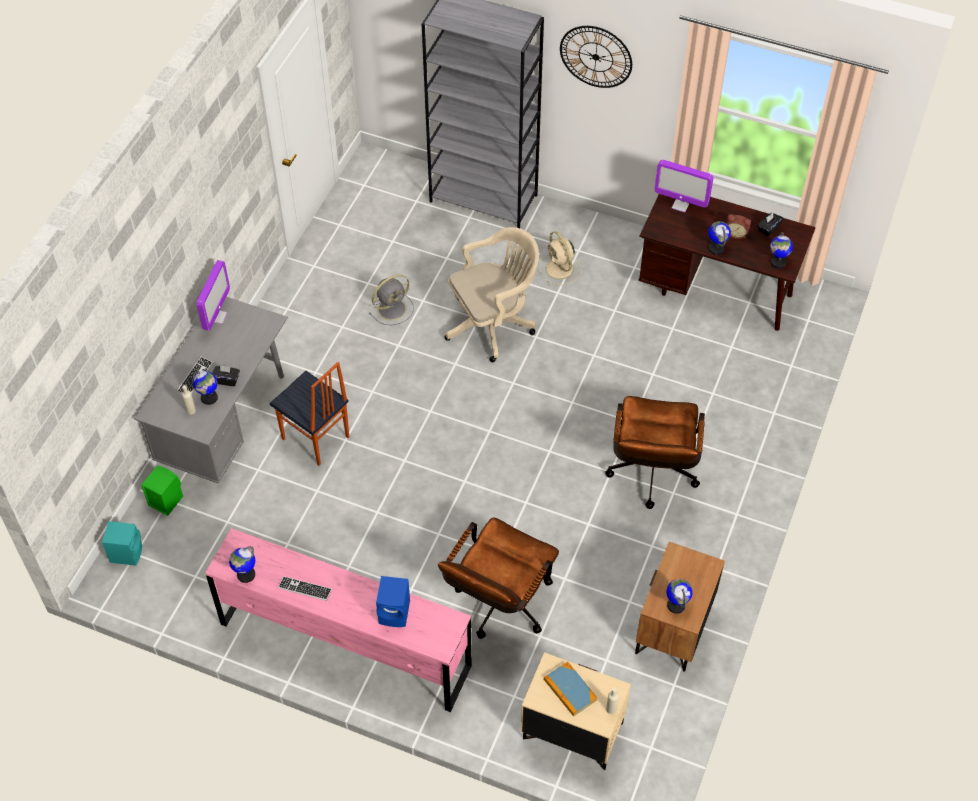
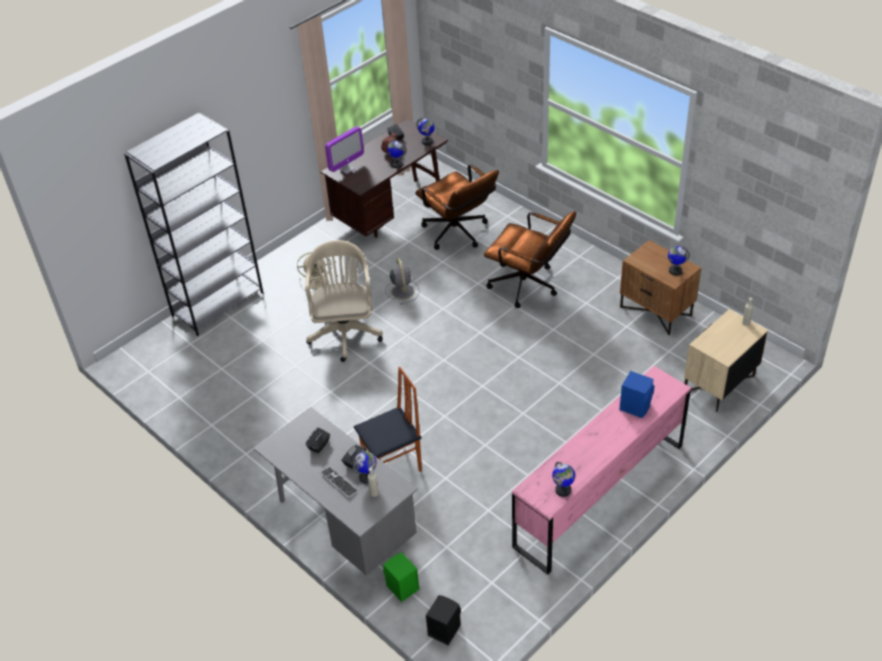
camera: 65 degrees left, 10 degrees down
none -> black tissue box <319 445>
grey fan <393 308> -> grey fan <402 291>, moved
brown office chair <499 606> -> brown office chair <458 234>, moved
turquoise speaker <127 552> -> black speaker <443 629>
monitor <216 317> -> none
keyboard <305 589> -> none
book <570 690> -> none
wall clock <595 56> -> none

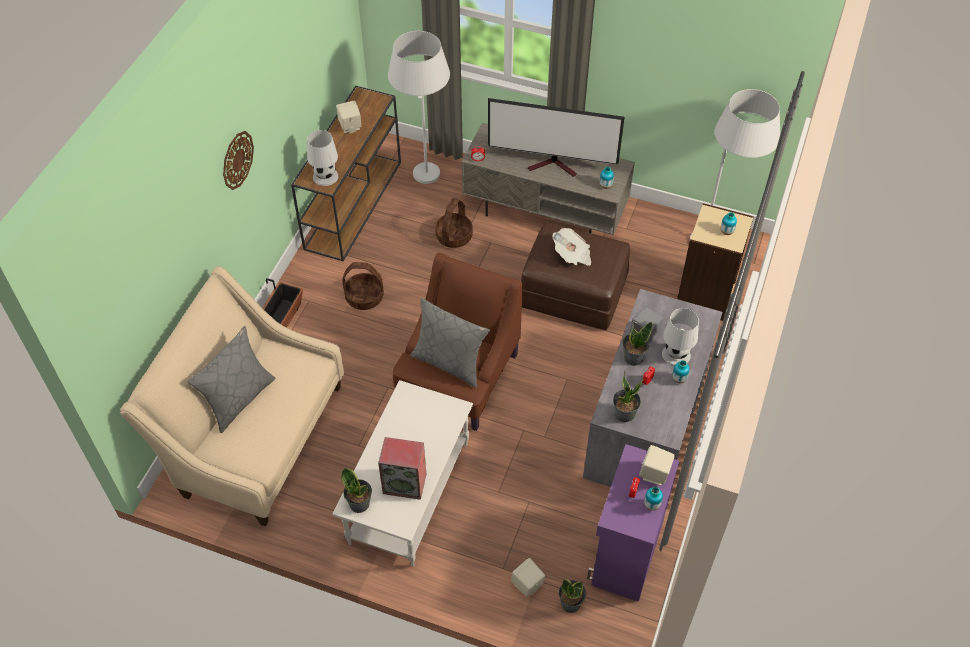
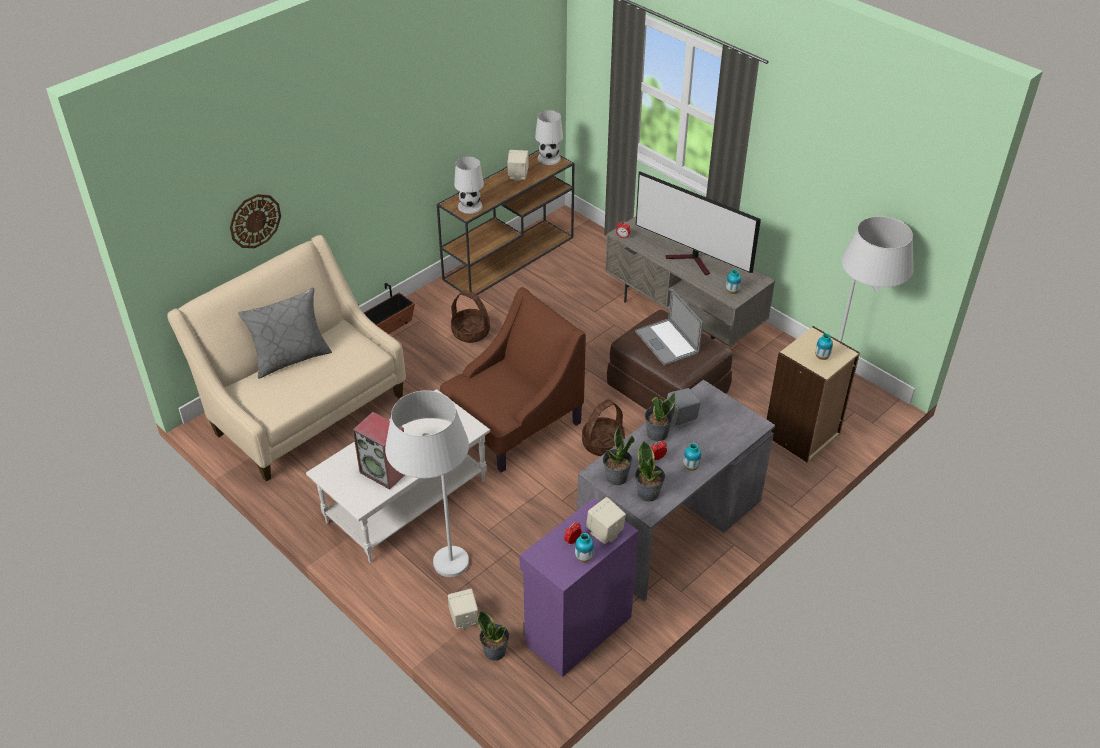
camera: 25 degrees right, 10 degrees down
wall clock <237 160> -> wall clock <255 221>, moved
white floor lamp <425 185> -> white floor lamp <441 577>, moved
white table lamp <676 354> -> white table lamp <549 158>, moved
basket <454 236> -> basket <603 443>, moved
newspaper <572 255> -> laptop <667 342>
potted plant <359 503> -> potted plant <648 493>, moved
grey pillow <449 362> -> none

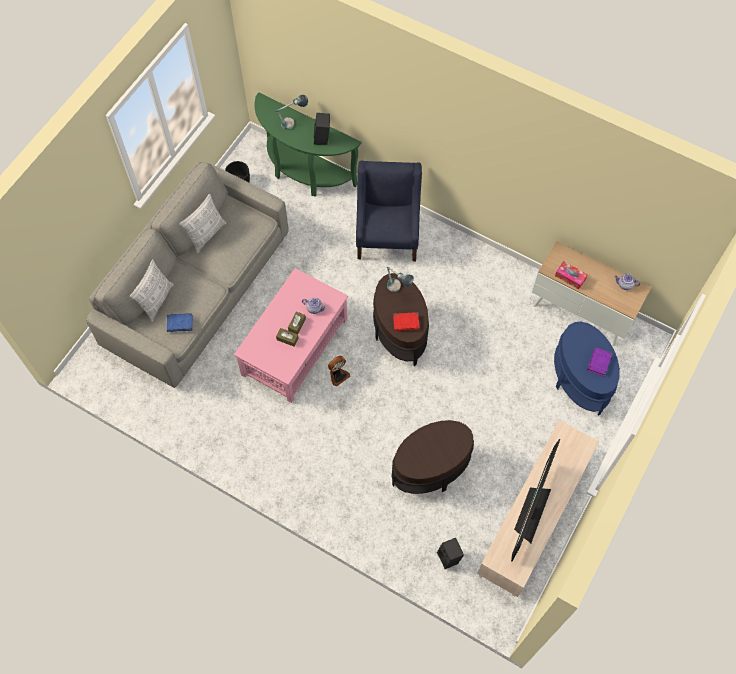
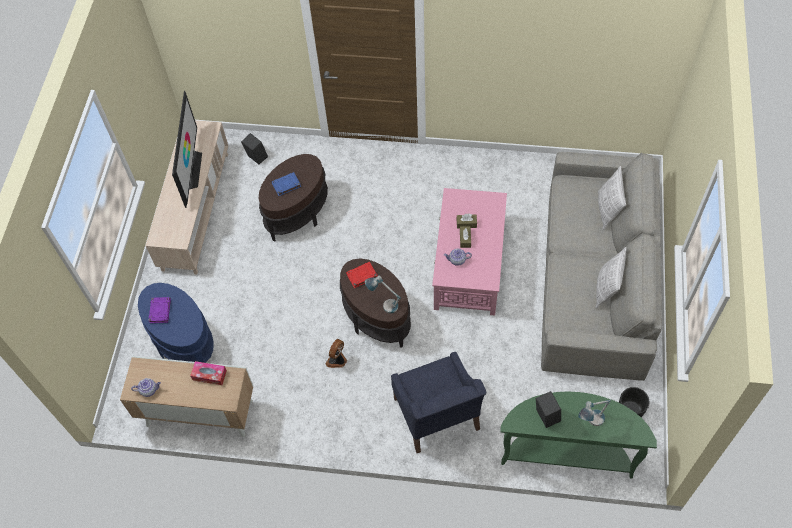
camera: 160 degrees right, 5 degrees down
blue book <180 323> -> blue book <286 185>, moved
fan <338 375> -> fan <337 360>, moved

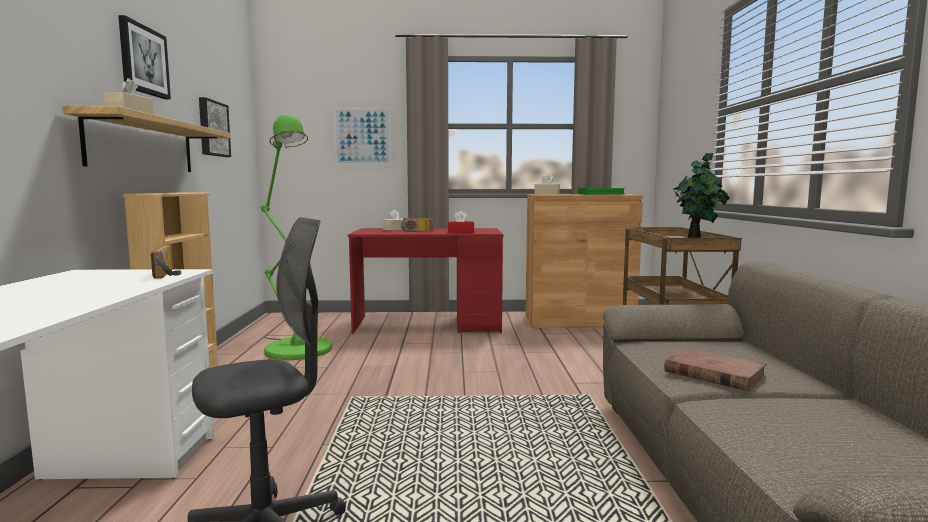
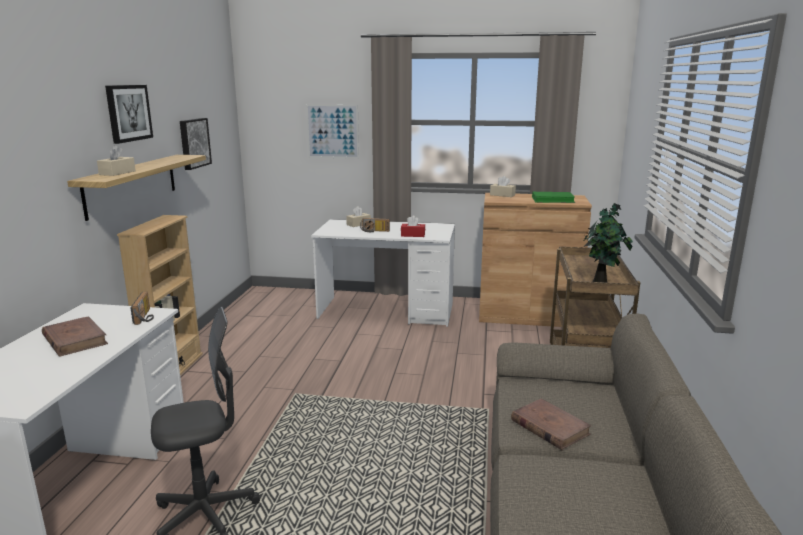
camera: 10 degrees right, 10 degrees up
none -> brown book <75 340>
red desk <428 325> -> white desk <386 311>
green floor lamp <295 347> -> none

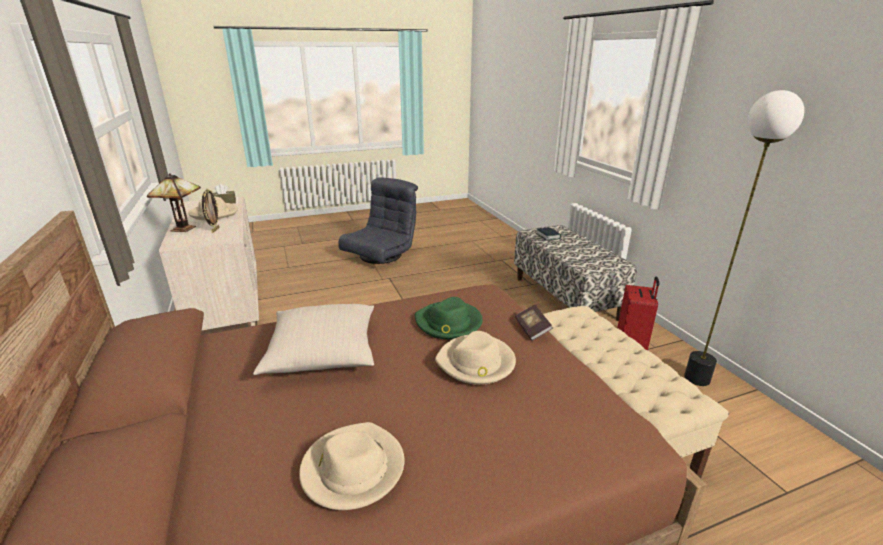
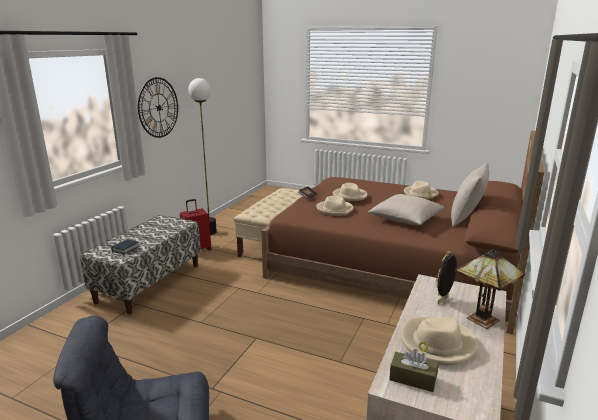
camera: 135 degrees left, 5 degrees down
none -> wall clock <158 107>
green hat <448 323> -> beige hat <335 209>
none -> beige pillow <466 219>

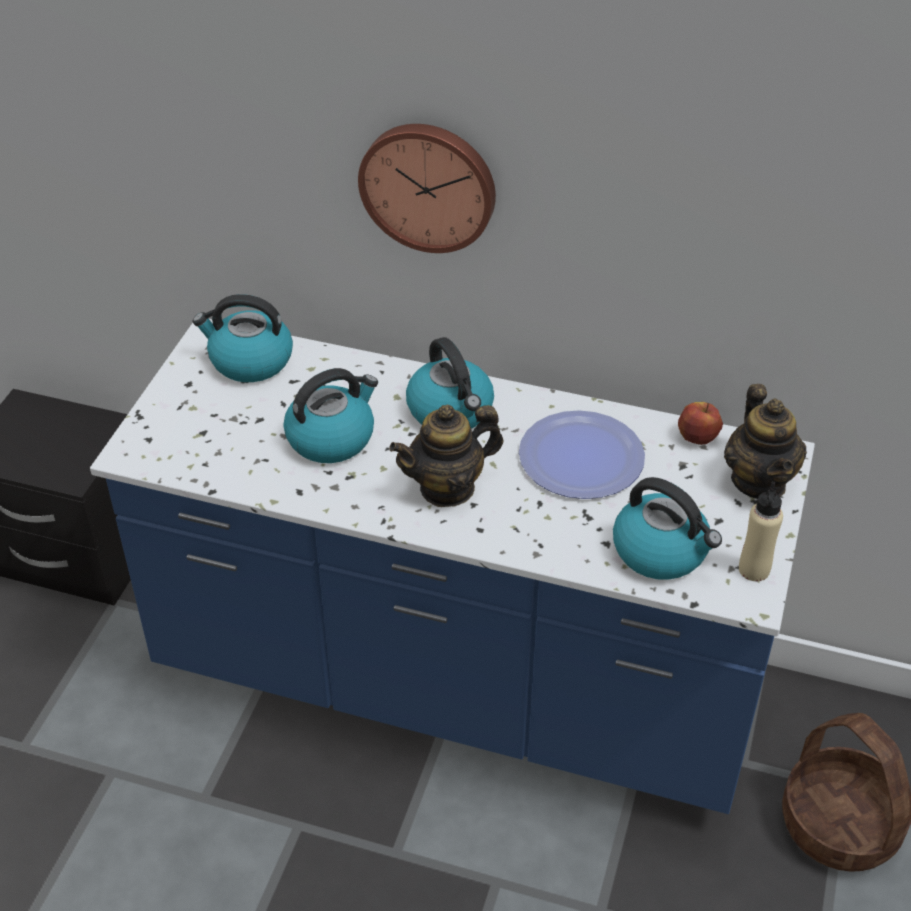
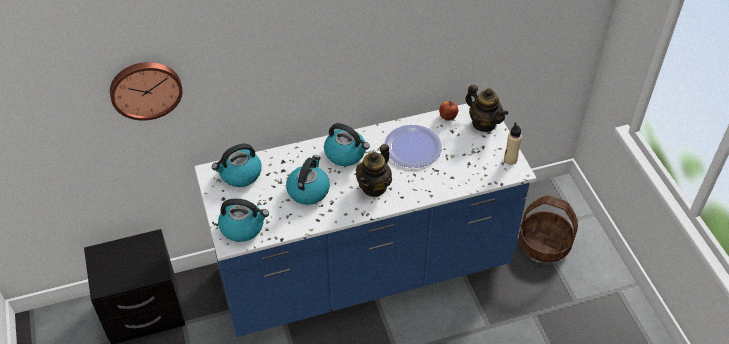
camera: 35 degrees left, 5 degrees up
wall clock <429 185> -> wall clock <145 89>, moved
kettle <661 551> -> kettle <243 227>, moved

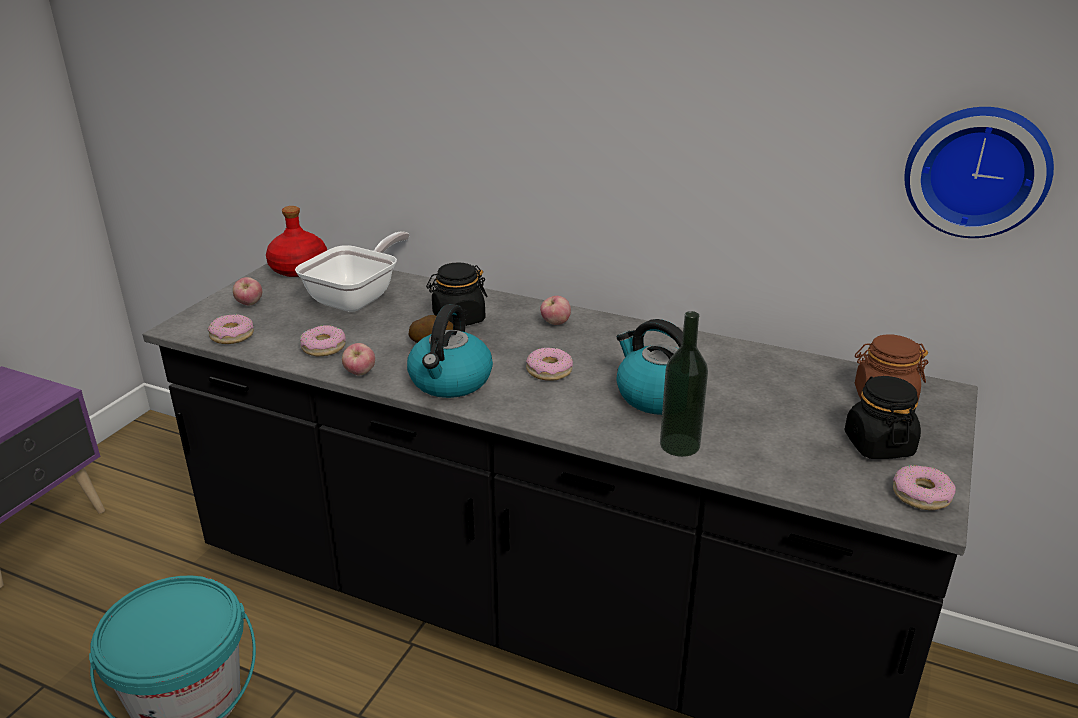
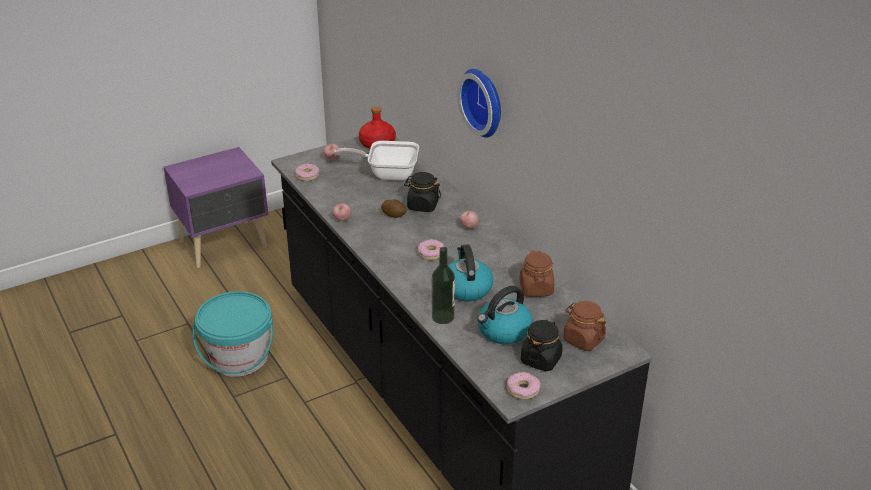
camera: 35 degrees right, 5 degrees up
frying pan <358 297> -> frying pan <387 173>, 150 degrees counterclockwise
wall clock <977 170> -> wall clock <484 101>, moved
kettle <450 381> -> kettle <503 331>, moved
none -> brown jar <536 289>
donut <323 347> -> none

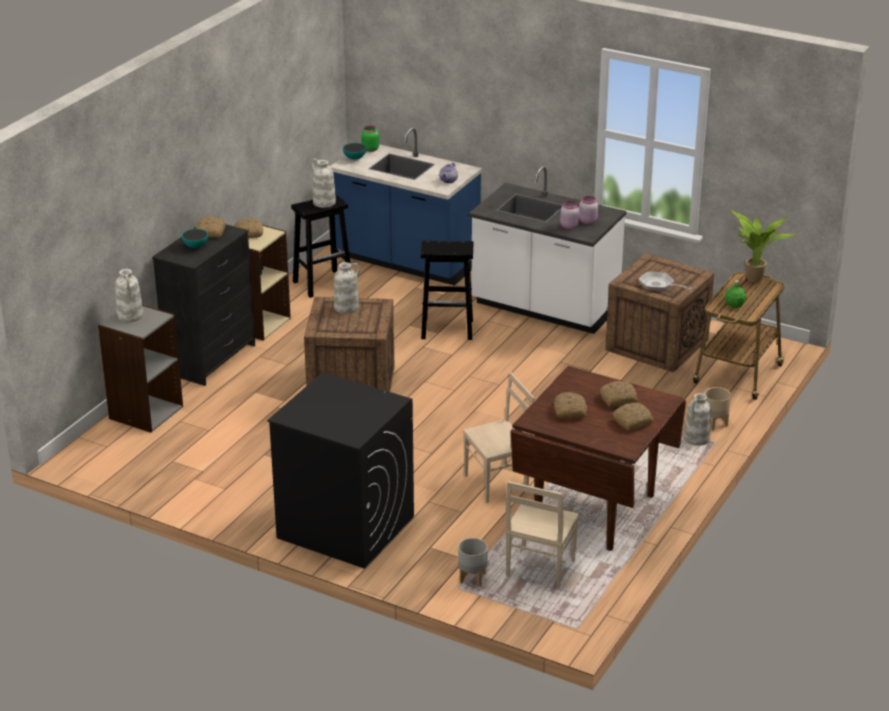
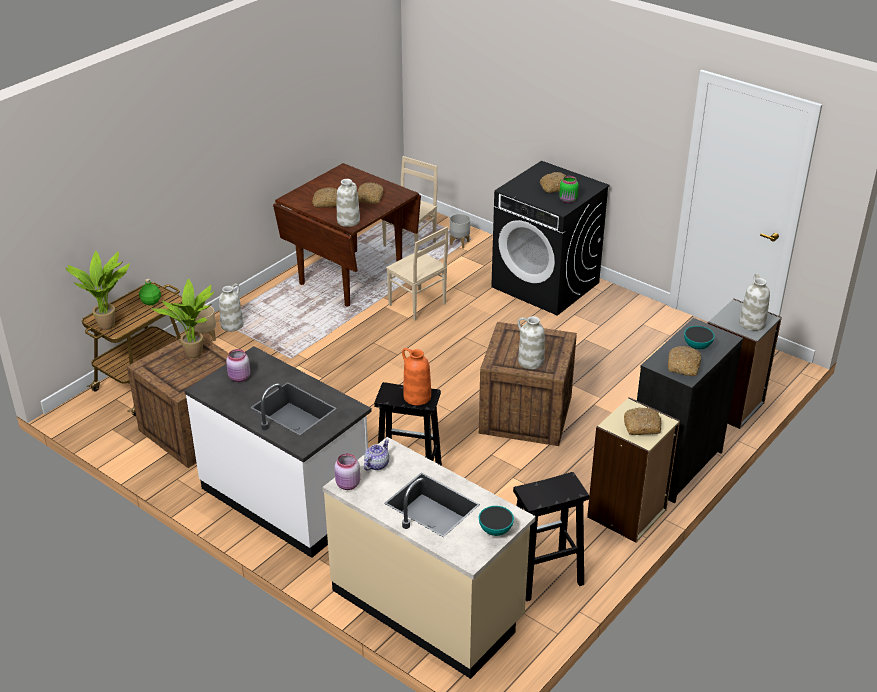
camera: 170 degrees left, 5 degrees up
frying pan <659 285> -> potted plant <196 355>
blue counter <406 262> -> beige counter <428 605>
pink jar <569 226> -> pink jar <348 485>, moved
white vase <323 202> -> white vase <349 221>, moved
beige chair <497 484> -> beige chair <417 305>, 120 degrees counterclockwise
none -> orange vase <416 397>
bread <633 421> -> bread <554 187>, moved
green jar <370 149> -> green jar <568 200>, moved

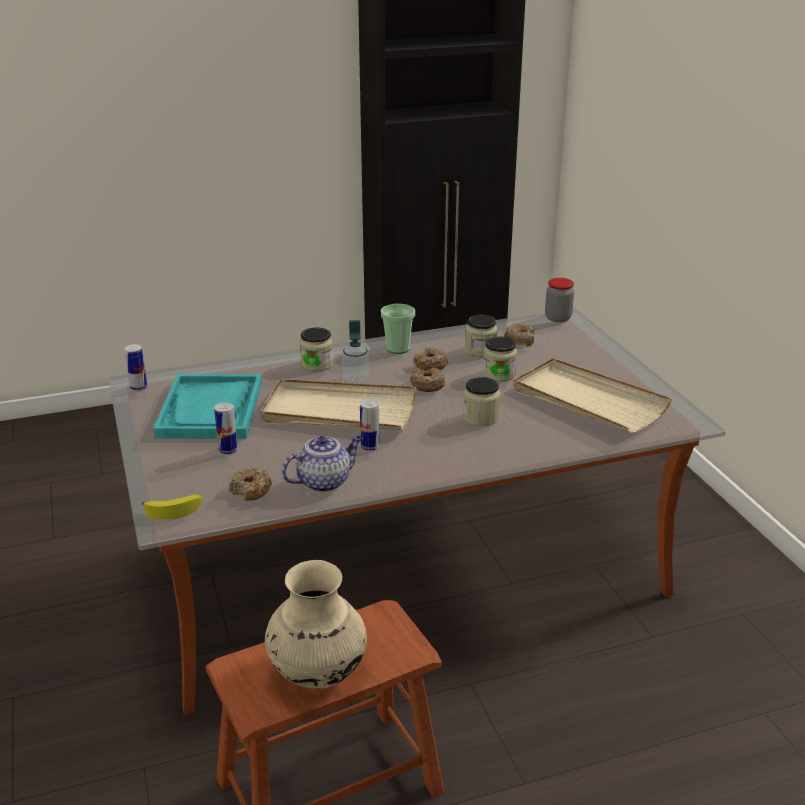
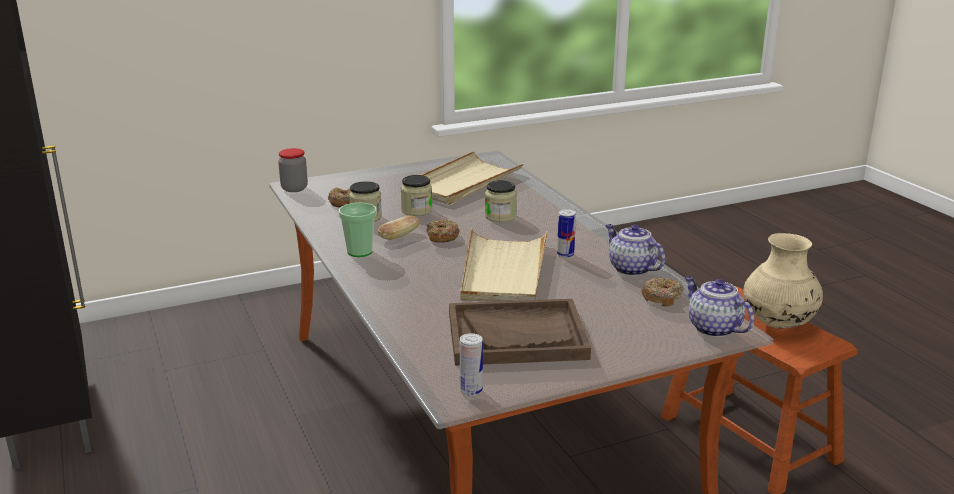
camera: 95 degrees left, 5 degrees down
donut <430 365> -> bread <399 236>
turquoise tray <211 410> -> brown tray <517 336>
banana <175 510> -> teapot <712 328>
can <228 450> -> none
jar <317 364> -> none
soap dispenser <356 379> -> none

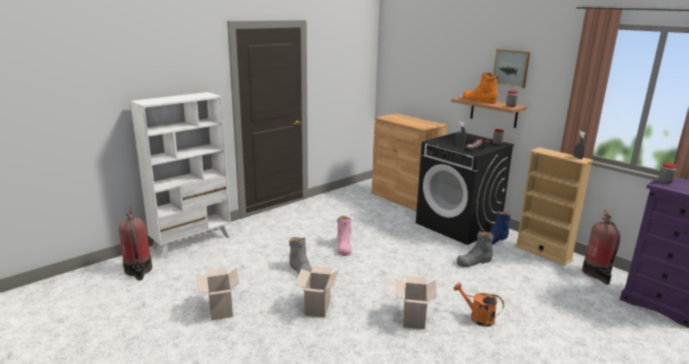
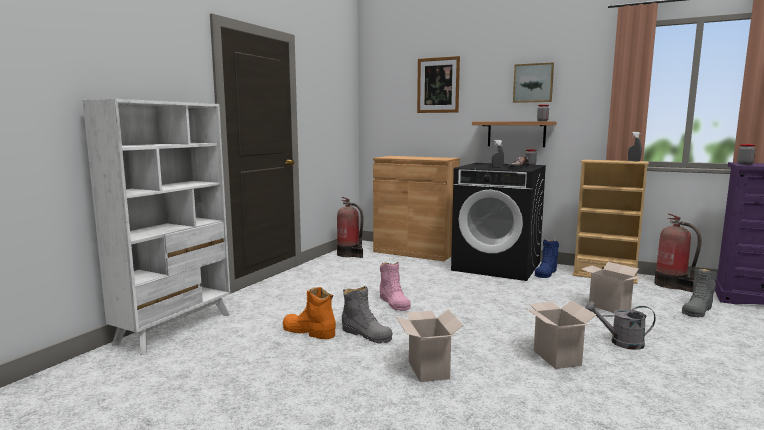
camera: 20 degrees left, 10 degrees down
orange boot <479 100> -> orange boot <308 332>, moved
fire extinguisher <138 270> -> fire extinguisher <349 254>, moved
none -> picture <438 85>
cardboard box <219 309> -> cardboard box <607 307>, moved
orange watering can <477 317> -> grey watering can <620 342>
grey boot <474 262> -> grey boot <697 310>, moved

